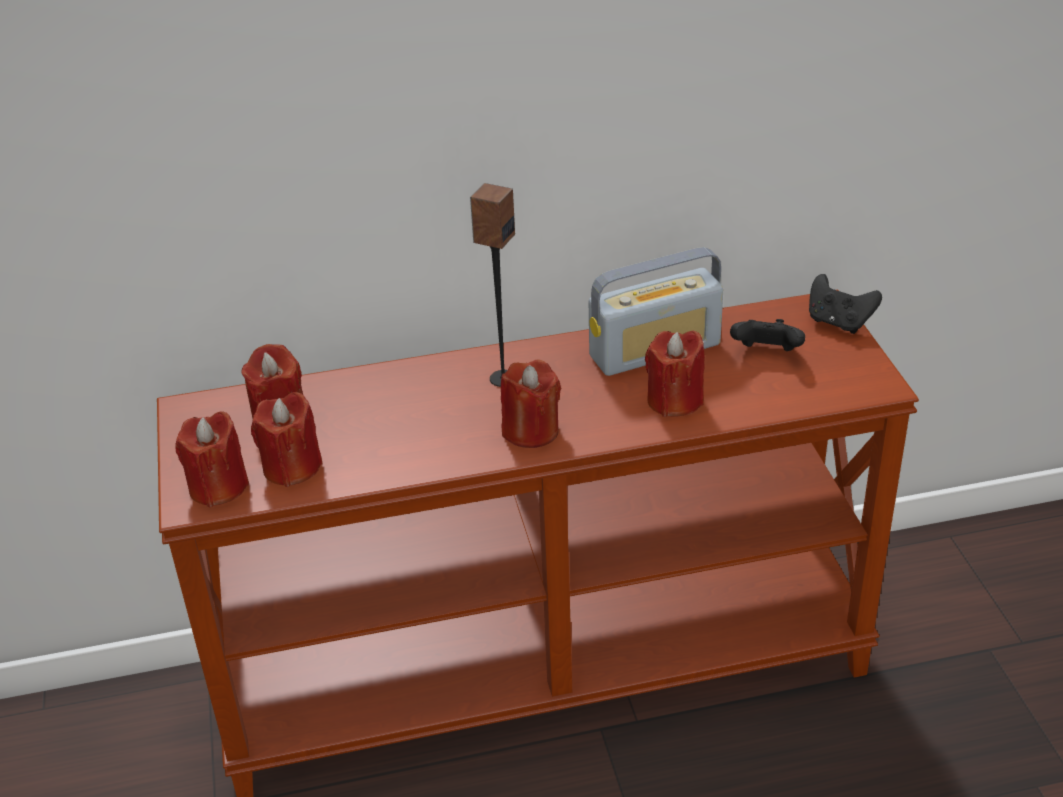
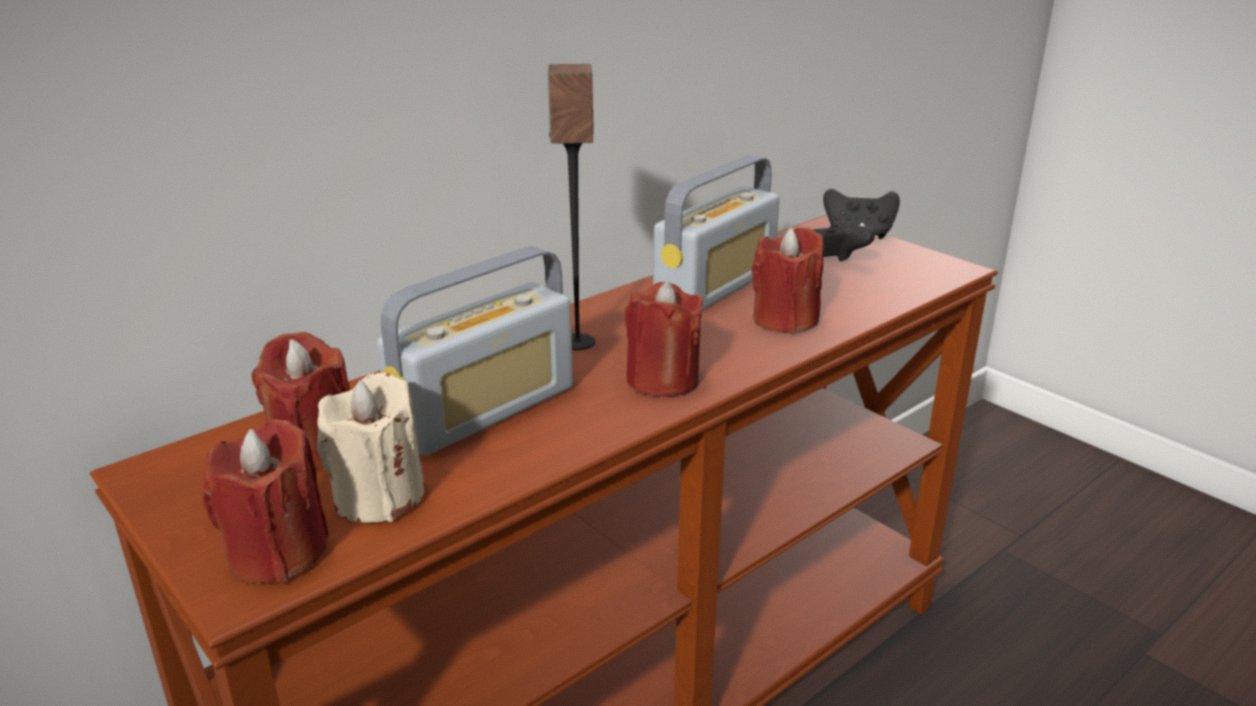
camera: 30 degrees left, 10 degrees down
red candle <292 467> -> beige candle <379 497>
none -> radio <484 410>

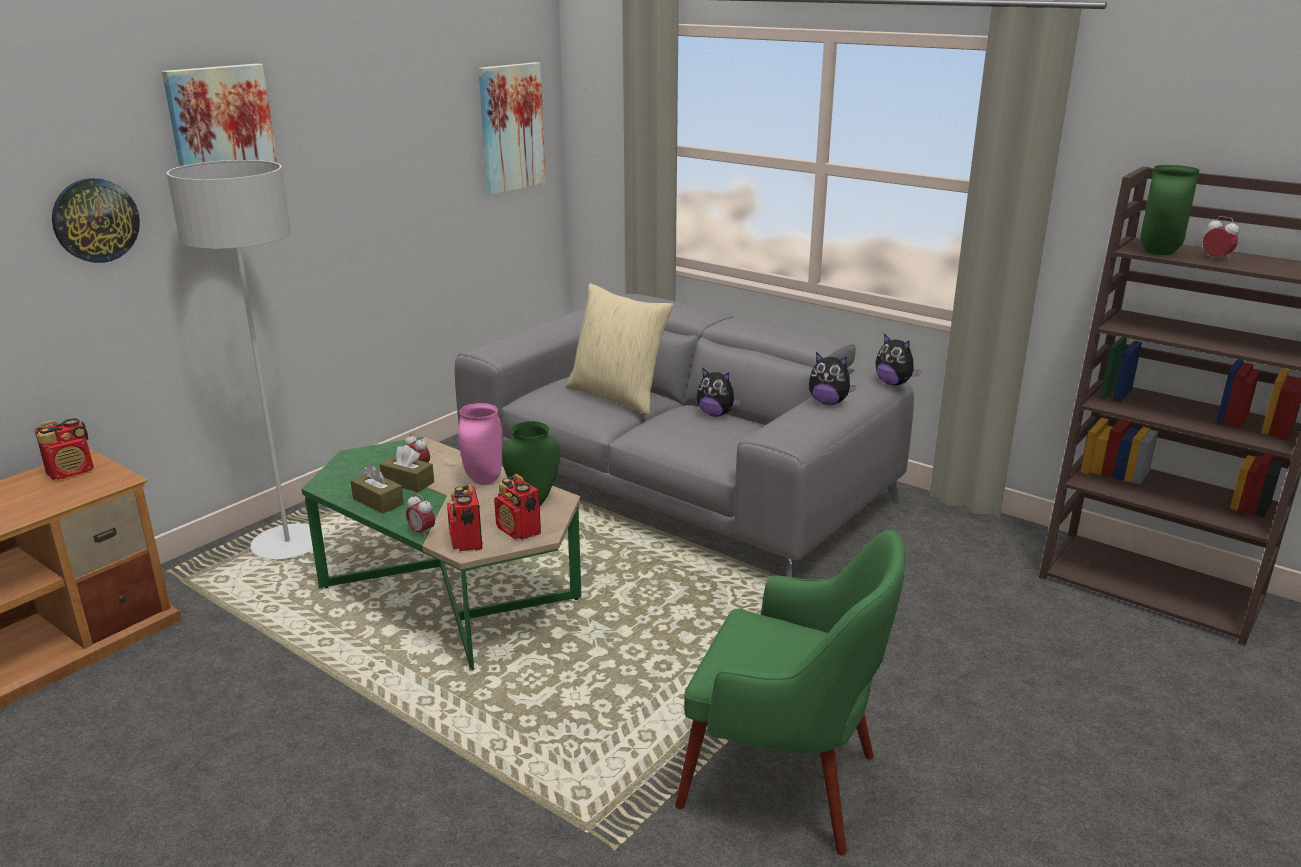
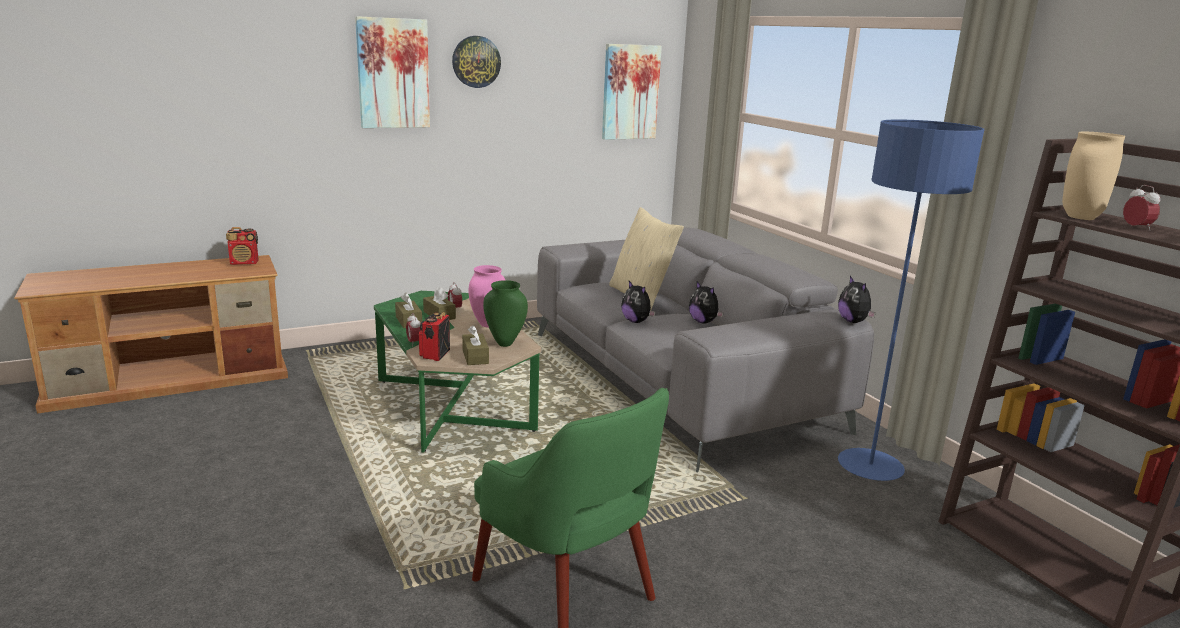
camera: 25 degrees right, 5 degrees down
wall clock <95 220> -> wall clock <476 61>, moved
radio <519 531> -> brown tissue box <475 357>
plush toy <828 402> -> plush toy <636 321>, moved
none -> blue floor lamp <870 467>
green vase <1157 252> -> beige vase <1079 217>
grey floor lamp <288 545> -> none

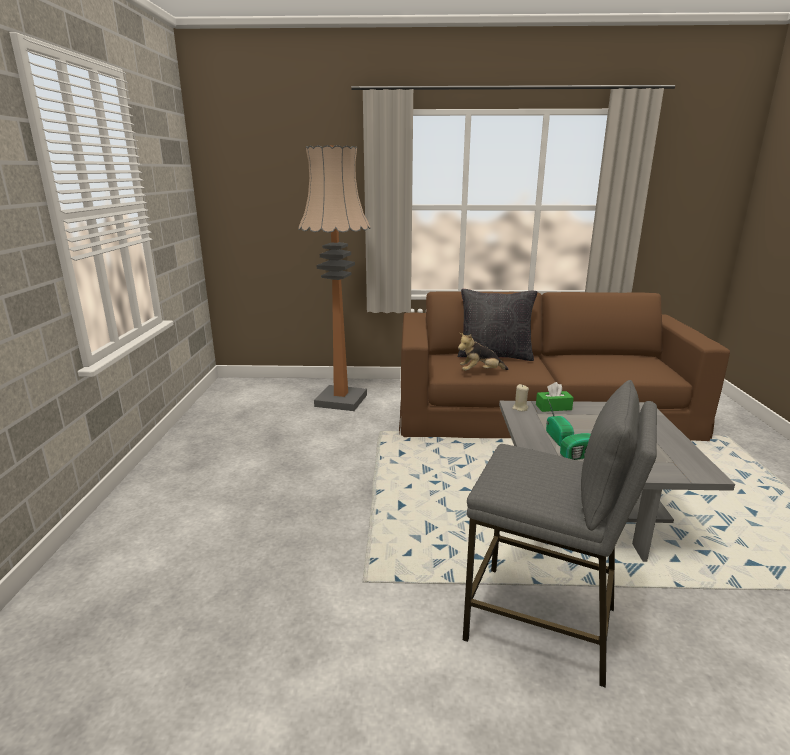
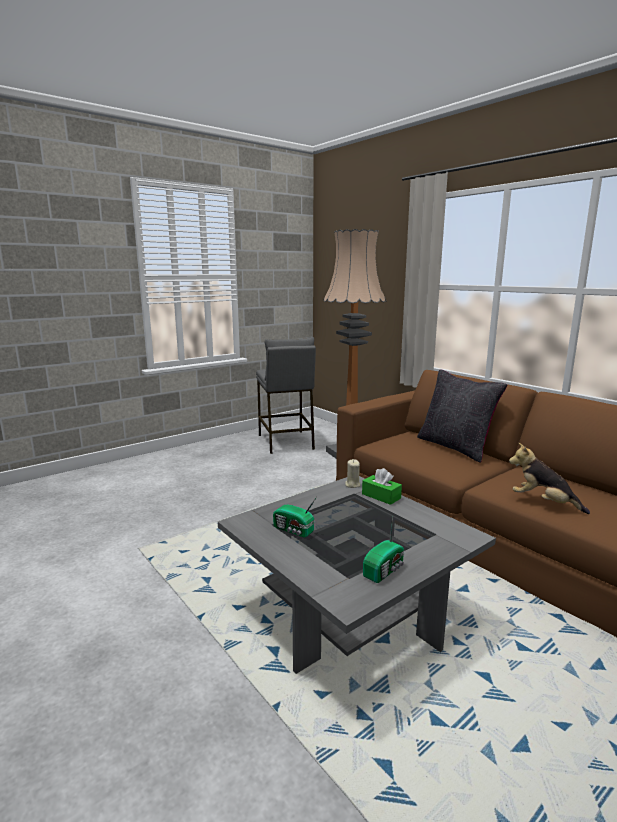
camera: 50 degrees right, 5 degrees down
grey stool <541 623> -> grey stool <285 442>, moved
radio <559 437> -> radio <385 570>, moved
plush toy <480 372> -> plush toy <543 502>, moved

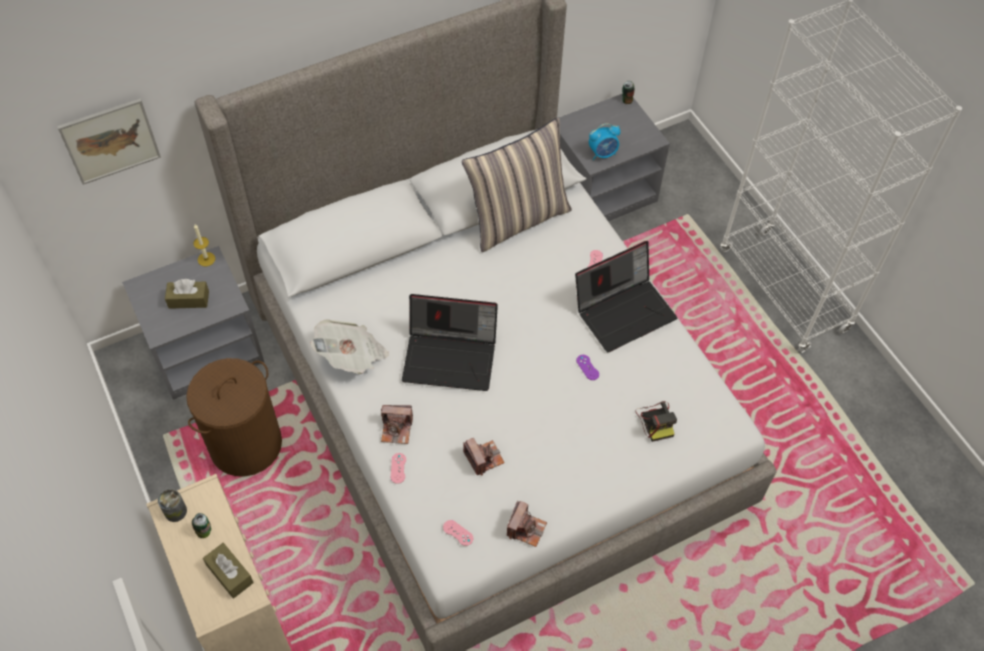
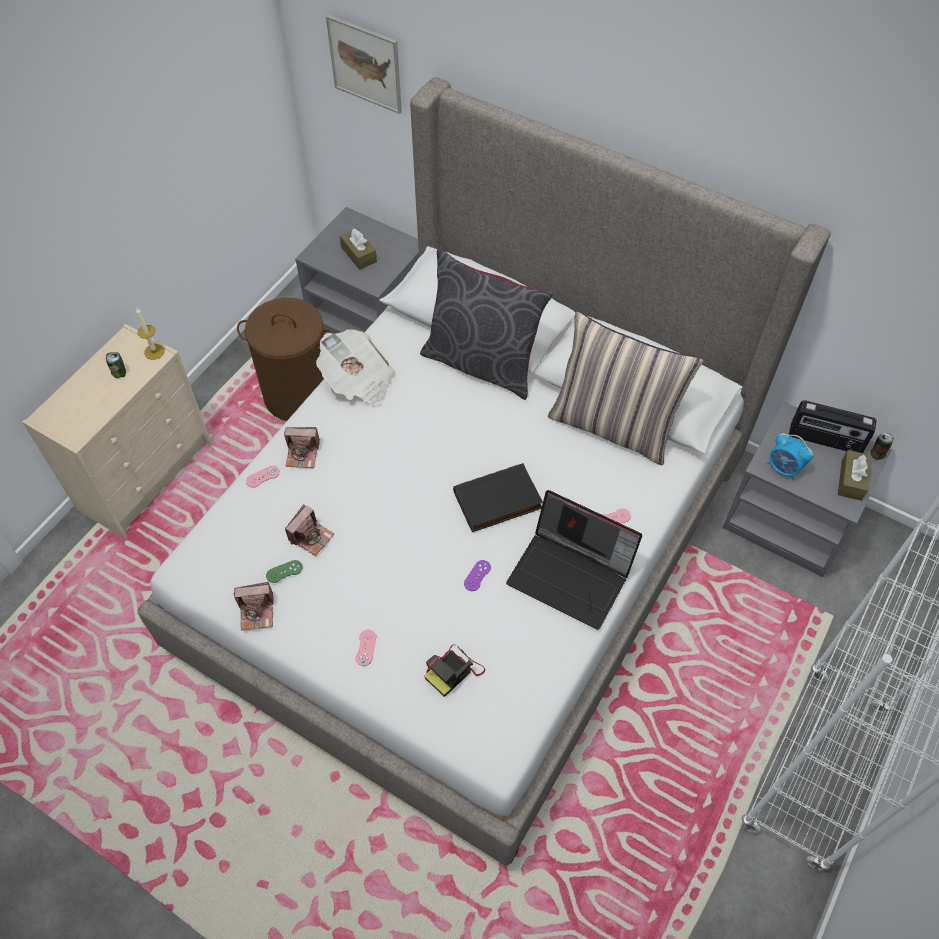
camera: 60 degrees right, 0 degrees up
candle <206 259> -> candle <154 352>, moved
none -> green game controller <284 571>
photo camera <396 429> -> photo camera <302 454>, 60 degrees counterclockwise
pink game controller <458 533> -> pink game controller <365 647>, moved
none -> grey pillow <482 363>
none -> black book <497 502>
none -> radio <825 440>
brown tissue box <230 574> -> brown tissue box <851 480>, moved
can <175 511> -> none
laptop <451 357> -> none

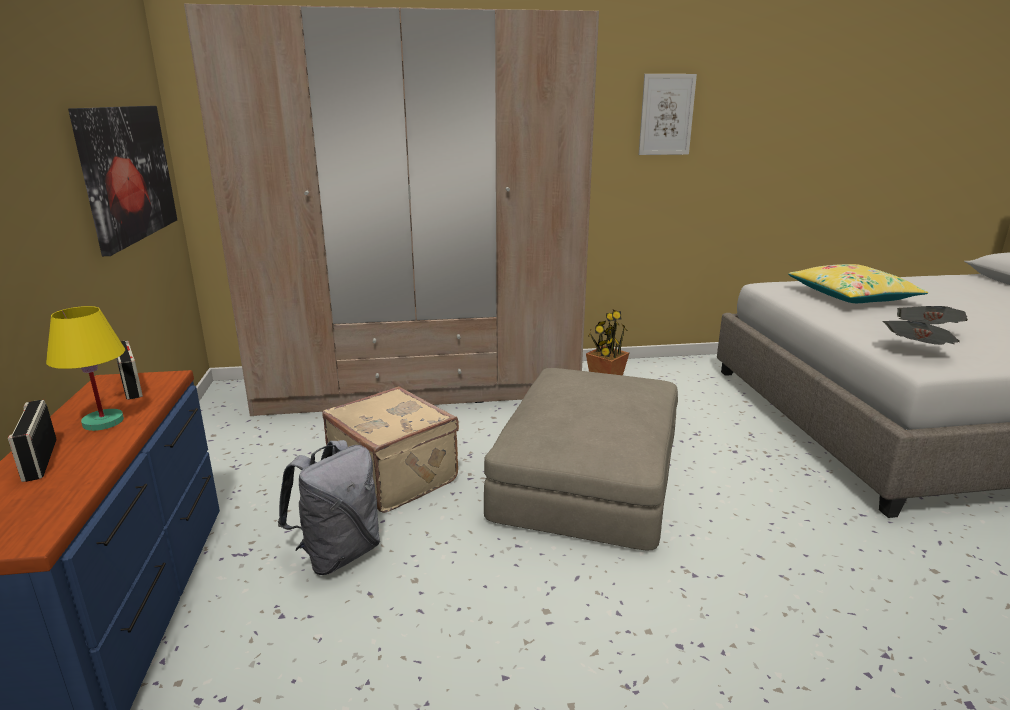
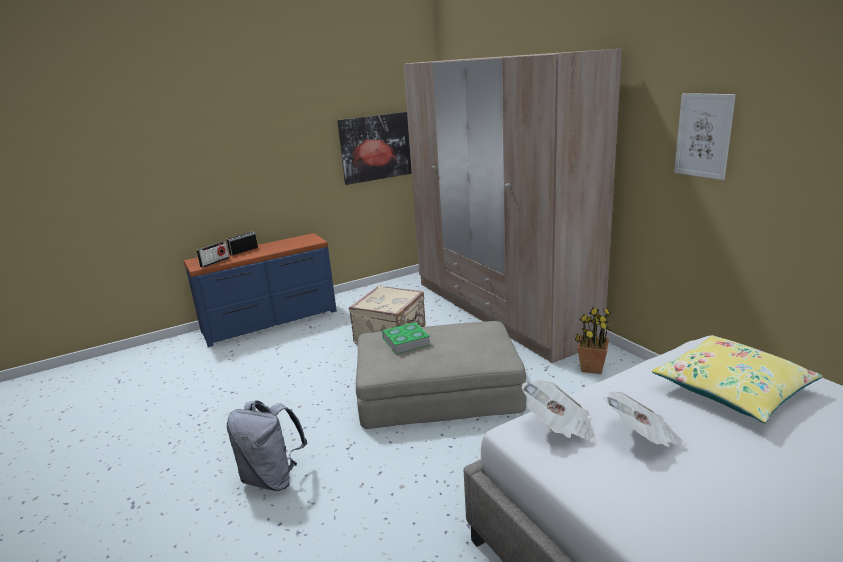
camera: 70 degrees right, 0 degrees up
radio <131 386> -> radio <214 262>, moved
grey backpack <338 554> -> grey backpack <272 478>, moved
none -> book <406 341>
yellow table lamp <104 422> -> none

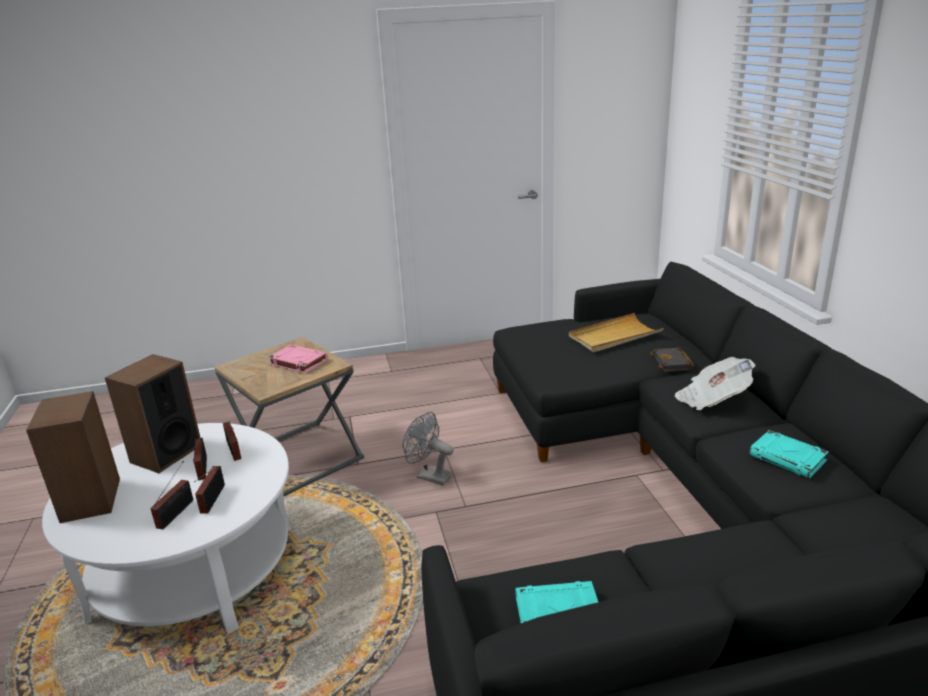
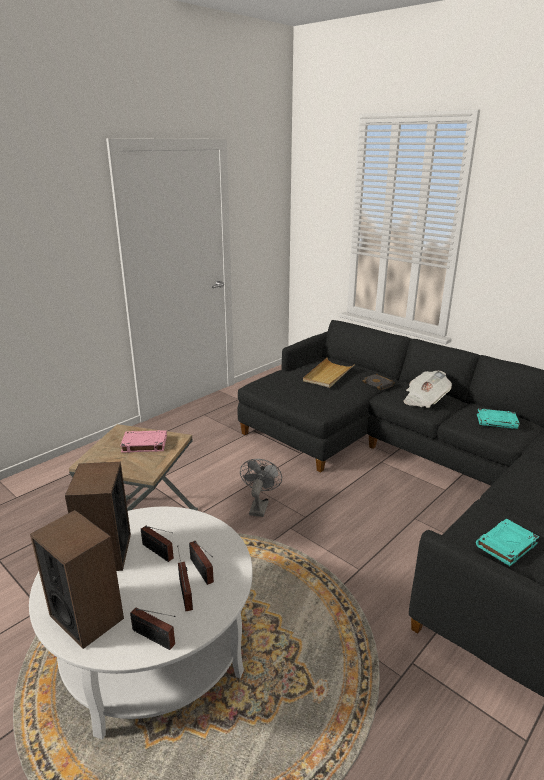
camera: 35 degrees left, 0 degrees up
radio <233 451> -> radio <155 639>, moved
grey fan <429 476> -> grey fan <259 506>, 105 degrees clockwise

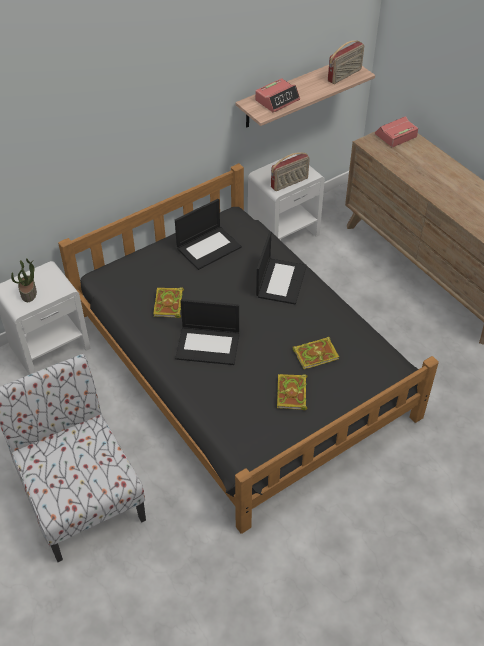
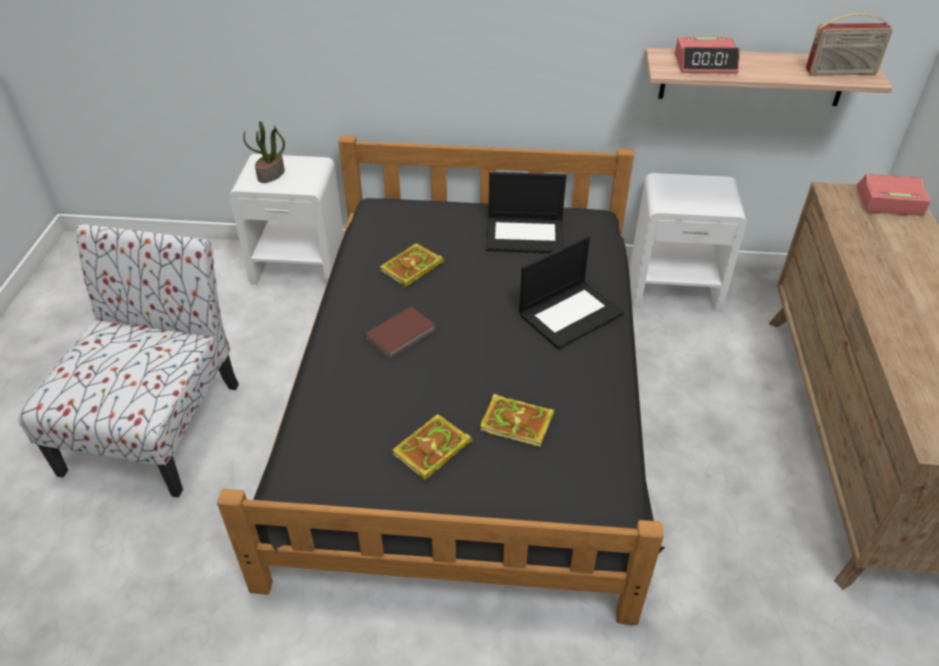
camera: 40 degrees right, 5 degrees down
laptop <208 345> -> brown book <402 334>
radio <289 183> -> none

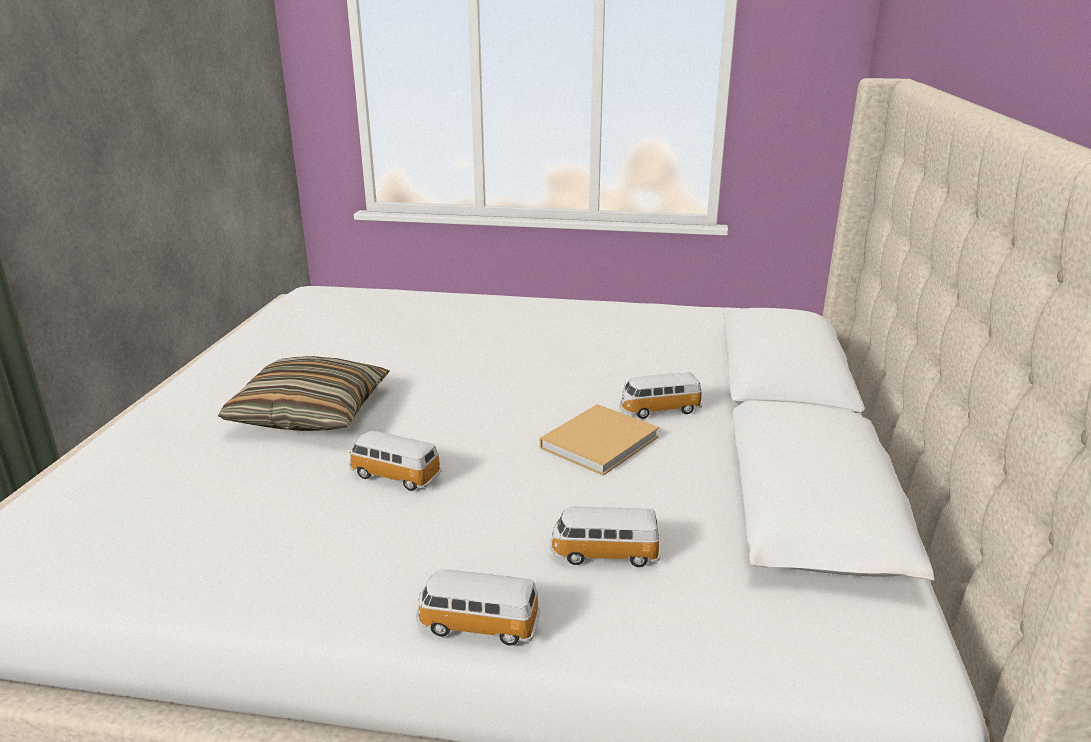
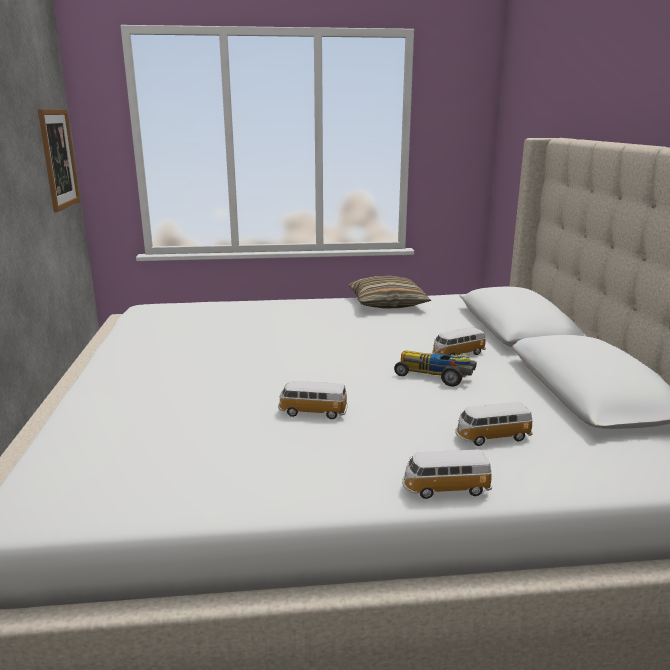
camera: 15 degrees left, 5 degrees down
none -> picture <58 159>
pillow <310 412> -> pillow <387 303>, moved
beige book <601 441> -> toy car <436 375>

